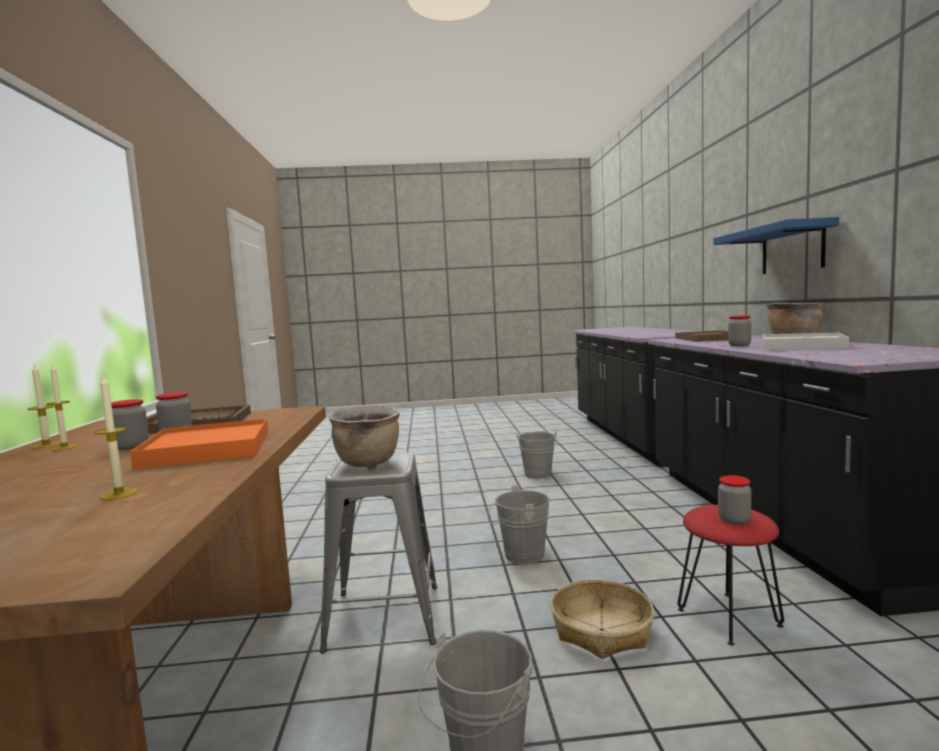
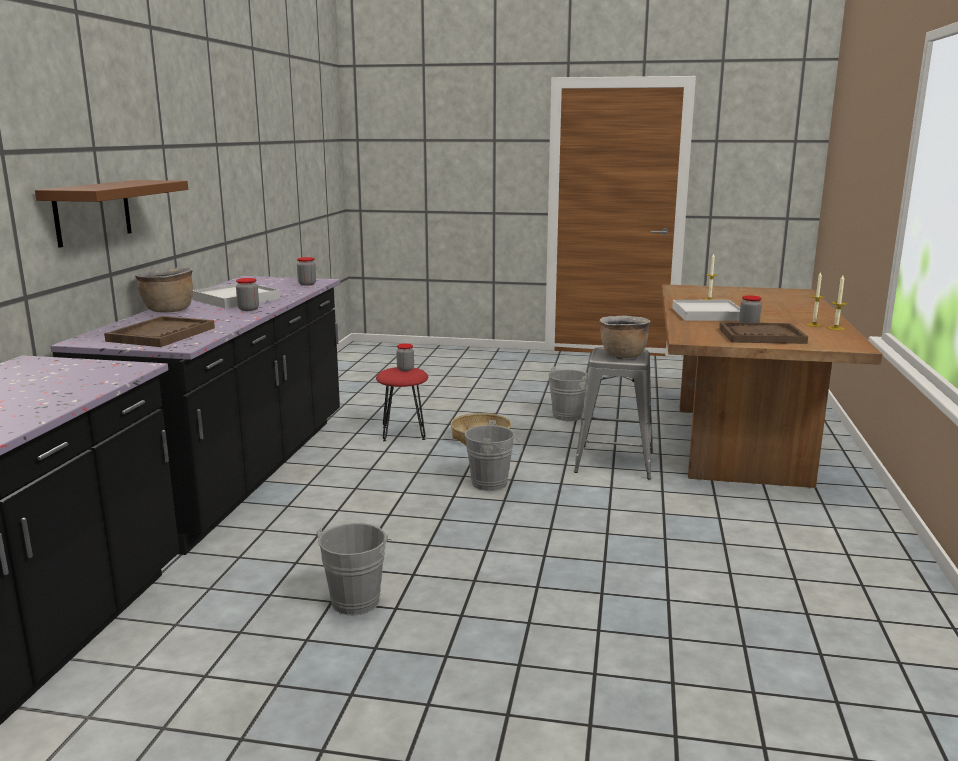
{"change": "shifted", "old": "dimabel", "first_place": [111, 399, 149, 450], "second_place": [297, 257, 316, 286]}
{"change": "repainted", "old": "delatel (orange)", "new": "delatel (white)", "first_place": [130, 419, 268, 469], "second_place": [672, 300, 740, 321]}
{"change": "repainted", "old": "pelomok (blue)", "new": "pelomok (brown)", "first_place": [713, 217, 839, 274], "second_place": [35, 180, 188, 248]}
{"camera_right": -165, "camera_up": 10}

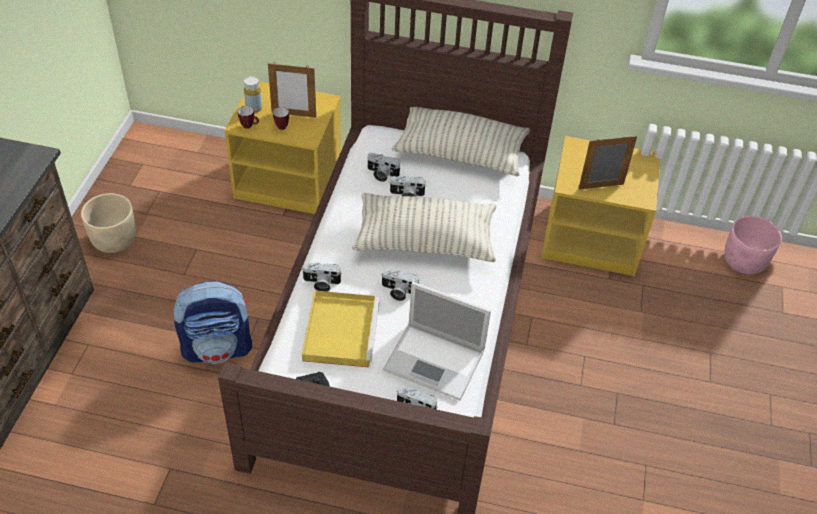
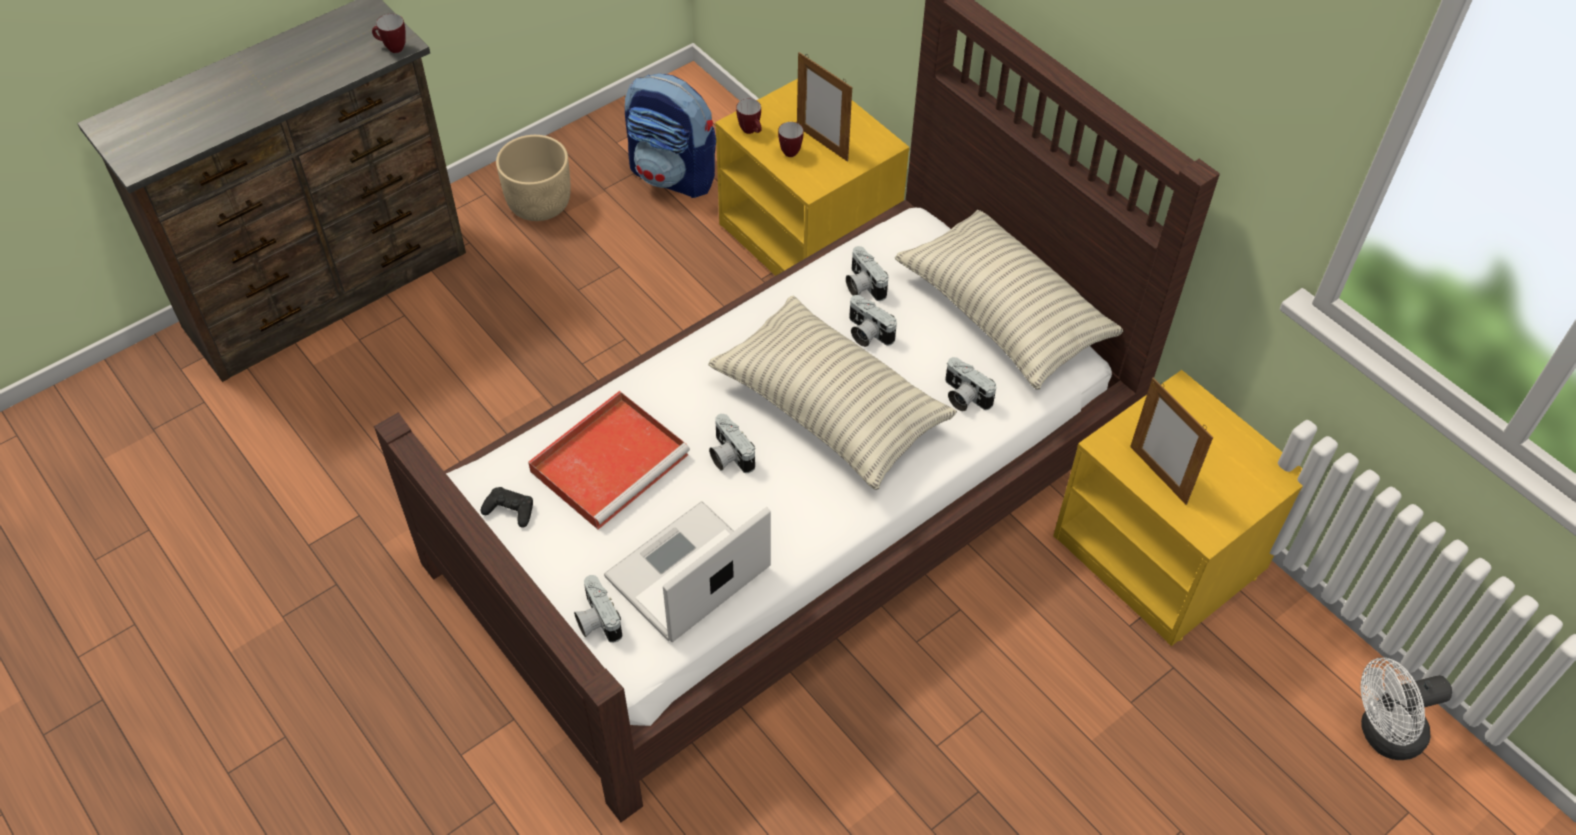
{"change": "gone", "old": "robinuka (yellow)", "first_place": [244, 76, 262, 113]}
{"change": "new", "new": "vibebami", "second_place": [372, 14, 406, 53]}
{"change": "shifted", "old": "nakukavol", "first_place": [173, 281, 252, 364], "second_place": [625, 73, 716, 198]}
{"change": "shifted", "old": "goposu", "first_place": [301, 263, 341, 292], "second_place": [945, 357, 996, 411]}
{"change": "swapped", "old": "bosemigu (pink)", "new": "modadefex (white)", "first_place": [724, 216, 782, 274], "second_place": [1361, 658, 1452, 760]}
{"change": "repainted", "old": "delatel (yellow)", "new": "delatel (red)", "first_place": [302, 290, 380, 367], "second_place": [528, 391, 690, 530]}
{"change": "rotated", "old": "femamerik", "first_place": [383, 282, 491, 400], "second_place": [604, 501, 771, 642], "degrees": 75}
{"change": "rotated", "old": "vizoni", "first_place": [578, 135, 637, 189], "second_place": [1130, 377, 1213, 505], "degrees": -150}
{"camera_right": 40, "camera_up": 5}

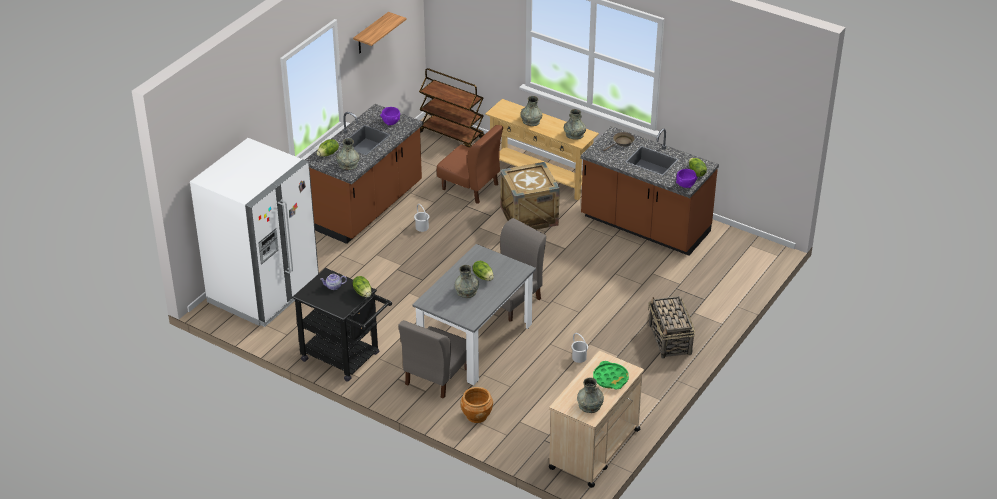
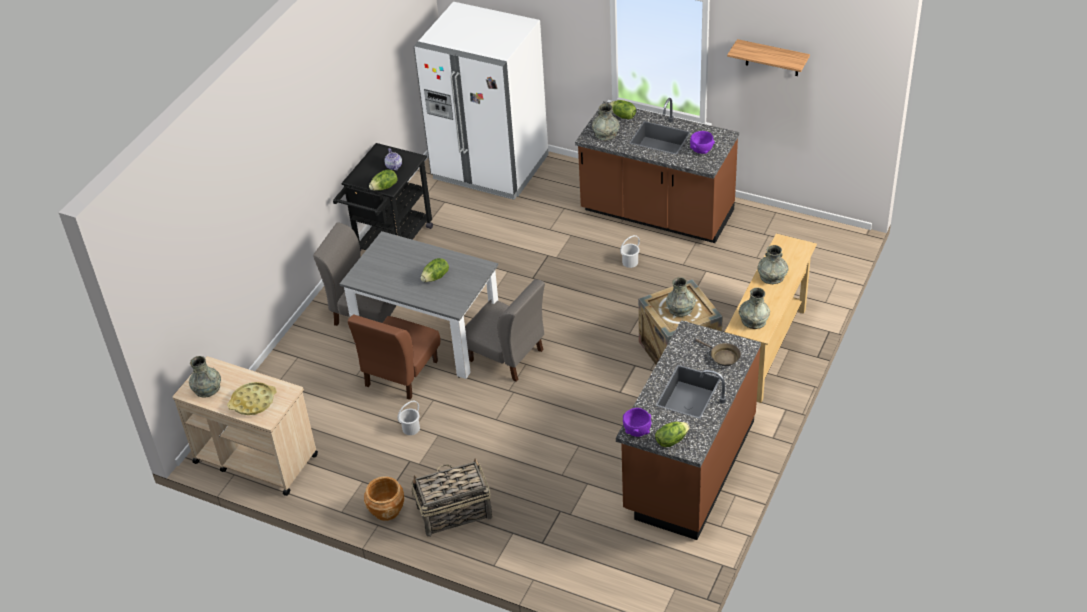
{"change": "gone", "old": "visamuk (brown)", "first_place": [419, 68, 485, 148]}
{"change": "shifted", "old": "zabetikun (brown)", "first_place": [437, 125, 503, 204], "second_place": [348, 314, 440, 400]}
{"change": "shifted", "old": "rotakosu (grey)", "first_place": [455, 265, 479, 298], "second_place": [666, 277, 696, 317]}
{"change": "shifted", "old": "bosemigu (brown)", "first_place": [460, 387, 493, 423], "second_place": [364, 476, 405, 521]}
{"change": "repainted", "old": "delatel (green)", "new": "delatel (yellow)", "first_place": [593, 361, 629, 389], "second_place": [227, 382, 277, 415]}
{"camera_right": 85, "camera_up": 5}

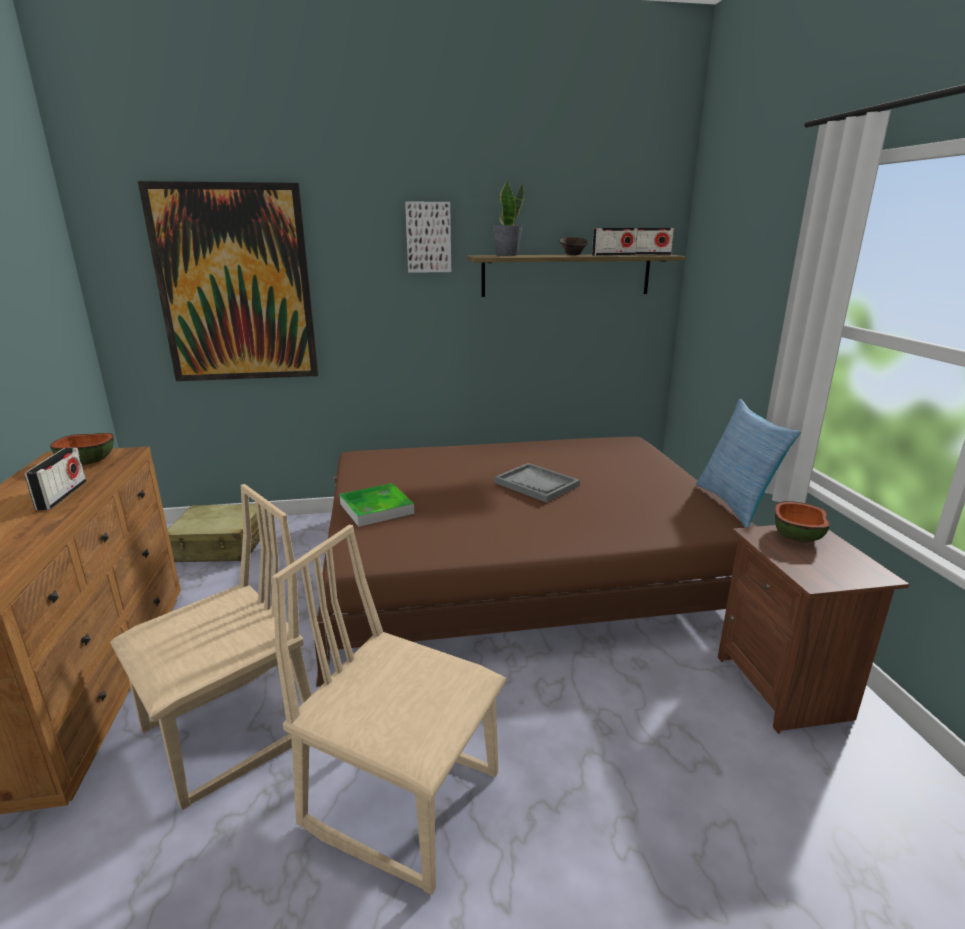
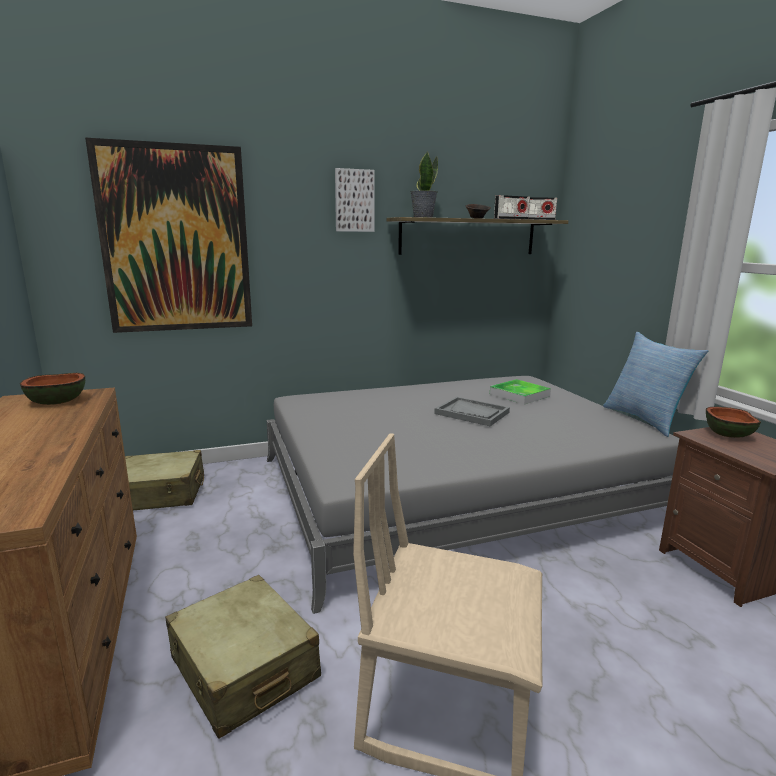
{"change": "gone", "old": "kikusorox", "first_place": [25, 447, 86, 510]}
{"change": "shifted", "old": "delatel", "first_place": [339, 483, 414, 527], "second_place": [490, 379, 551, 405]}
{"change": "swapped", "old": "zabetikun (beige)", "new": "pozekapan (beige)", "first_place": [110, 484, 312, 810], "second_place": [166, 575, 321, 739]}
{"change": "repainted", "old": "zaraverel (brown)", "new": "zaraverel (grey)", "first_place": [313, 437, 757, 687], "second_place": [267, 376, 679, 614]}
{"camera_right": -10, "camera_up": -5}

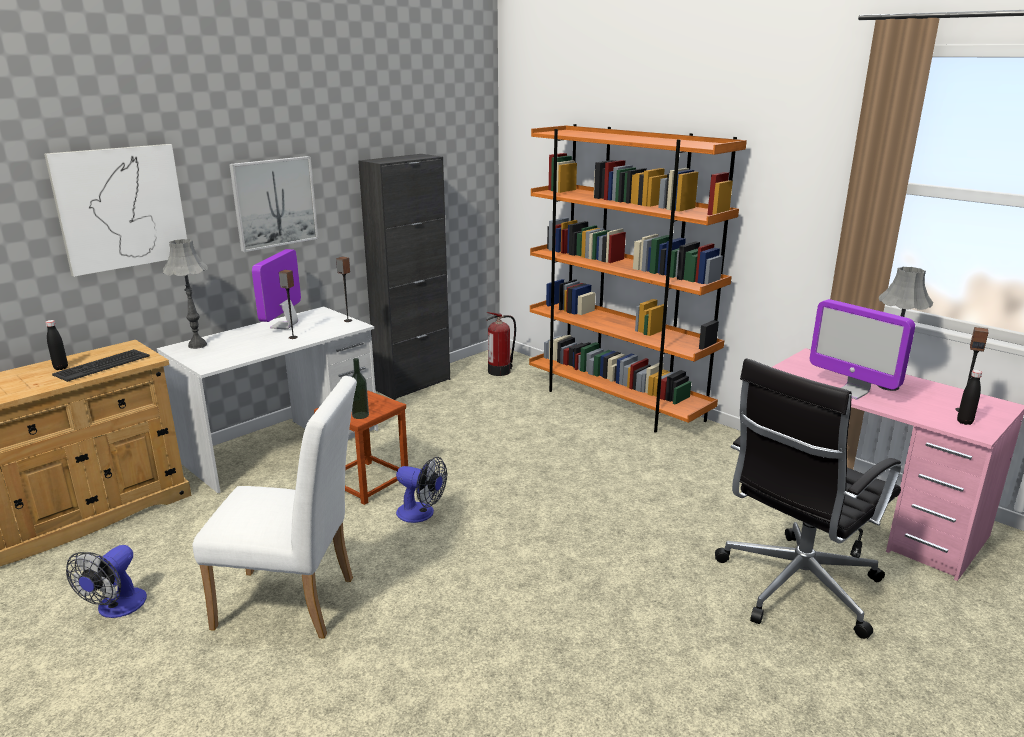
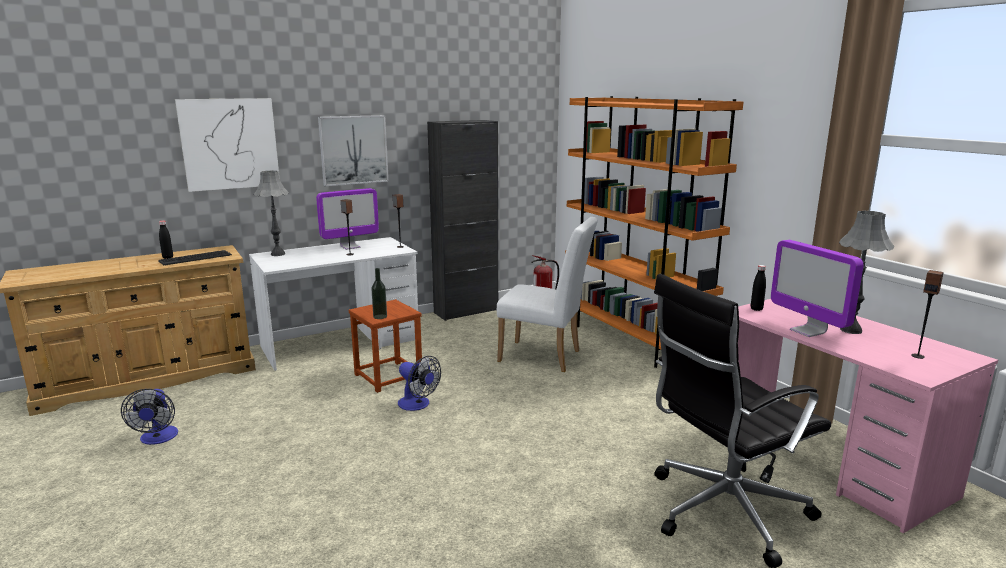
{"change": "shifted", "old": "zabetikun (white)", "first_place": [192, 376, 357, 639], "second_place": [497, 217, 598, 372]}
{"change": "shifted", "old": "robinuka (black)", "first_place": [957, 370, 982, 425], "second_place": [751, 265, 766, 311]}
{"change": "rotated", "old": "modadefex", "first_place": [66, 545, 147, 618], "second_place": [121, 389, 178, 445], "degrees": -45}
{"change": "rotated", "old": "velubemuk", "first_place": [252, 249, 301, 329], "second_place": [316, 188, 379, 250], "degrees": -150}
{"camera_right": 15, "camera_up": -5}

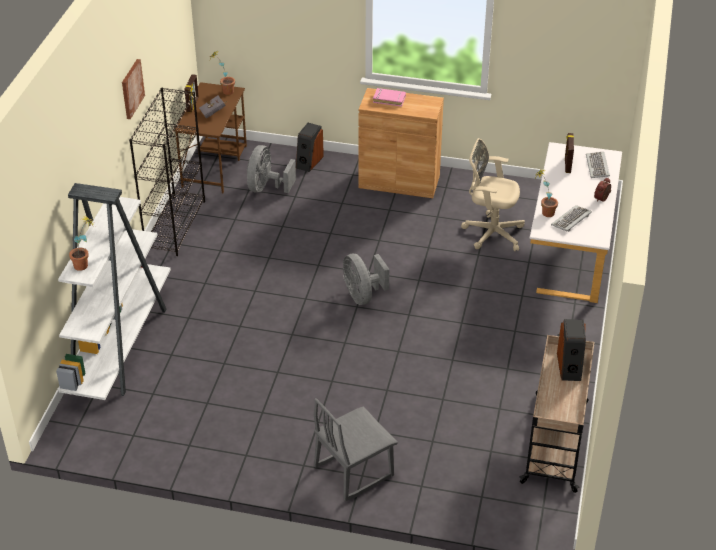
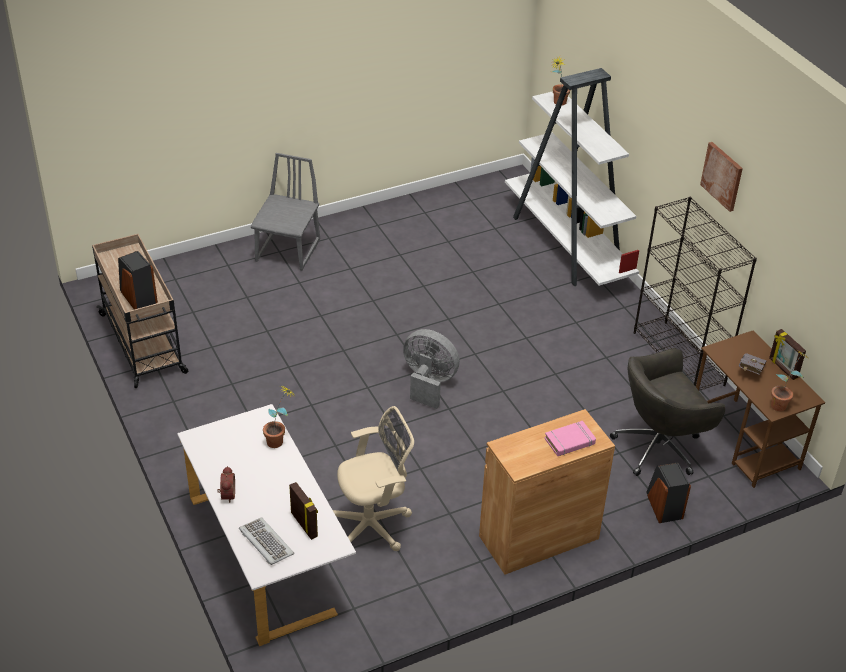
{"change": "gone", "old": "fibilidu", "first_place": [551, 205, 592, 232]}
{"change": "swapped", "old": "modadefex (grey)", "new": "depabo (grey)", "first_place": [247, 145, 296, 193], "second_place": [610, 348, 725, 476]}
{"camera_right": 140, "camera_up": 0}

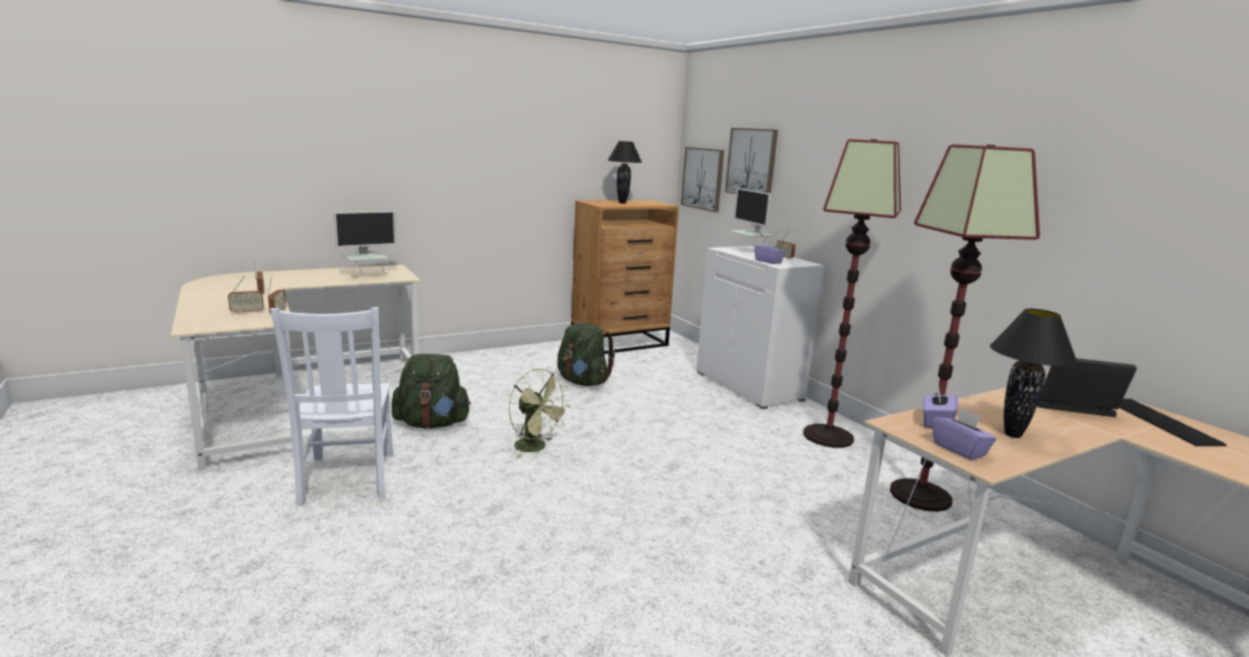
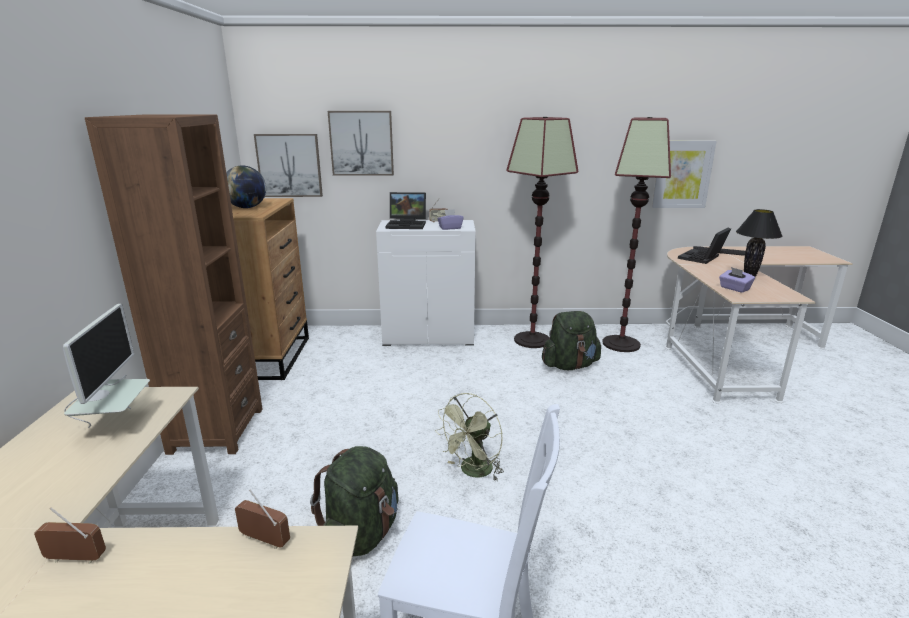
{"change": "gone", "old": "kikusorox", "first_place": [228, 276, 264, 314]}
{"change": "gone", "old": "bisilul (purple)", "first_place": [932, 408, 997, 460]}
{"change": "new", "new": "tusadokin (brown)", "second_place": [85, 115, 262, 455]}
{"change": "new", "new": "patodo", "second_place": [652, 141, 717, 208]}
{"change": "shifted", "old": "nakukavol (green)", "first_place": [557, 322, 615, 386], "second_place": [542, 311, 601, 370]}
{"change": "swapped", "old": "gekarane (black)", "new": "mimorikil", "first_place": [607, 141, 642, 203], "second_place": [226, 166, 266, 208]}
{"change": "swapped", "old": "velubemuk", "new": "femamerik", "first_place": [730, 188, 771, 245], "second_place": [386, 192, 426, 229]}
{"change": "rotated", "old": "modadefex (green)", "first_place": [509, 369, 571, 458], "second_place": [435, 393, 504, 480], "degrees": 150}
{"camera_right": -60, "camera_up": 5}

